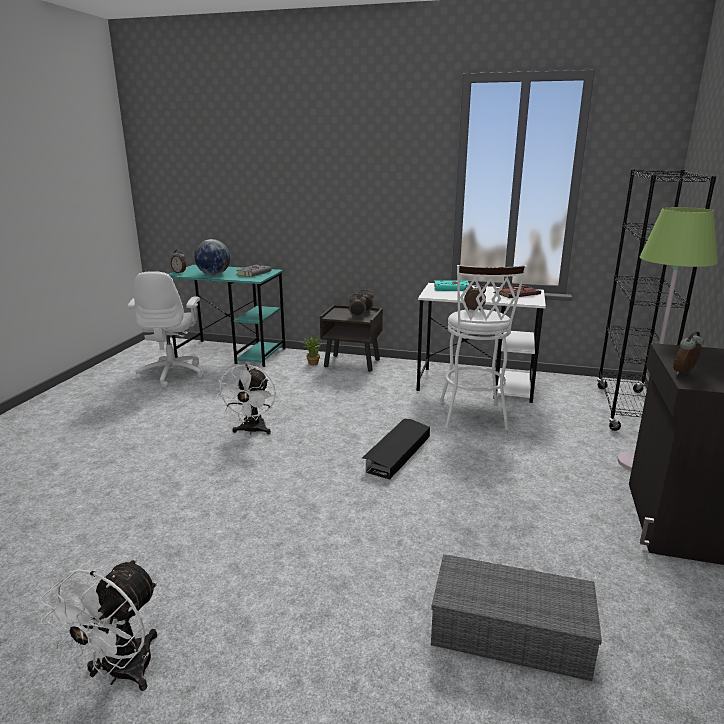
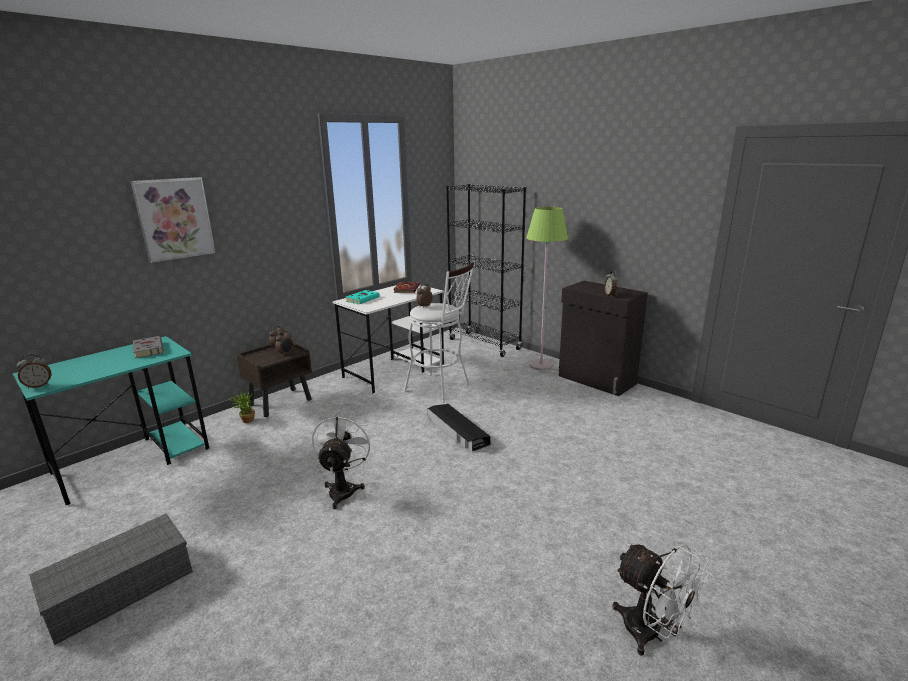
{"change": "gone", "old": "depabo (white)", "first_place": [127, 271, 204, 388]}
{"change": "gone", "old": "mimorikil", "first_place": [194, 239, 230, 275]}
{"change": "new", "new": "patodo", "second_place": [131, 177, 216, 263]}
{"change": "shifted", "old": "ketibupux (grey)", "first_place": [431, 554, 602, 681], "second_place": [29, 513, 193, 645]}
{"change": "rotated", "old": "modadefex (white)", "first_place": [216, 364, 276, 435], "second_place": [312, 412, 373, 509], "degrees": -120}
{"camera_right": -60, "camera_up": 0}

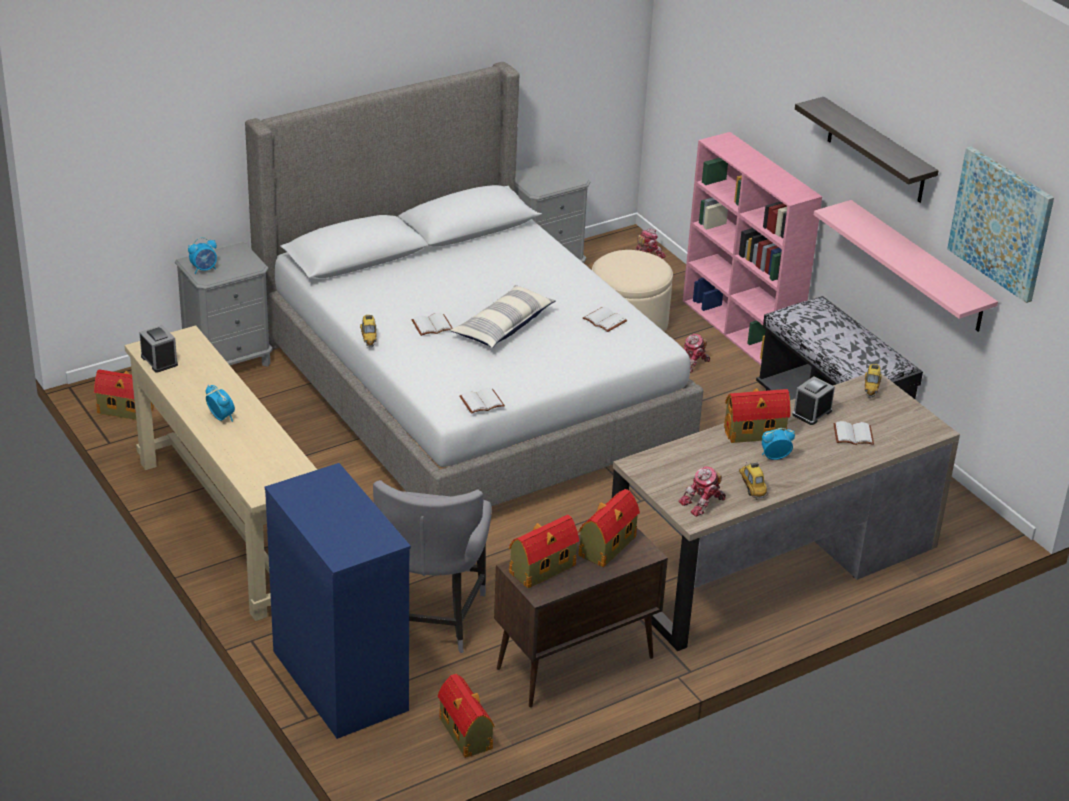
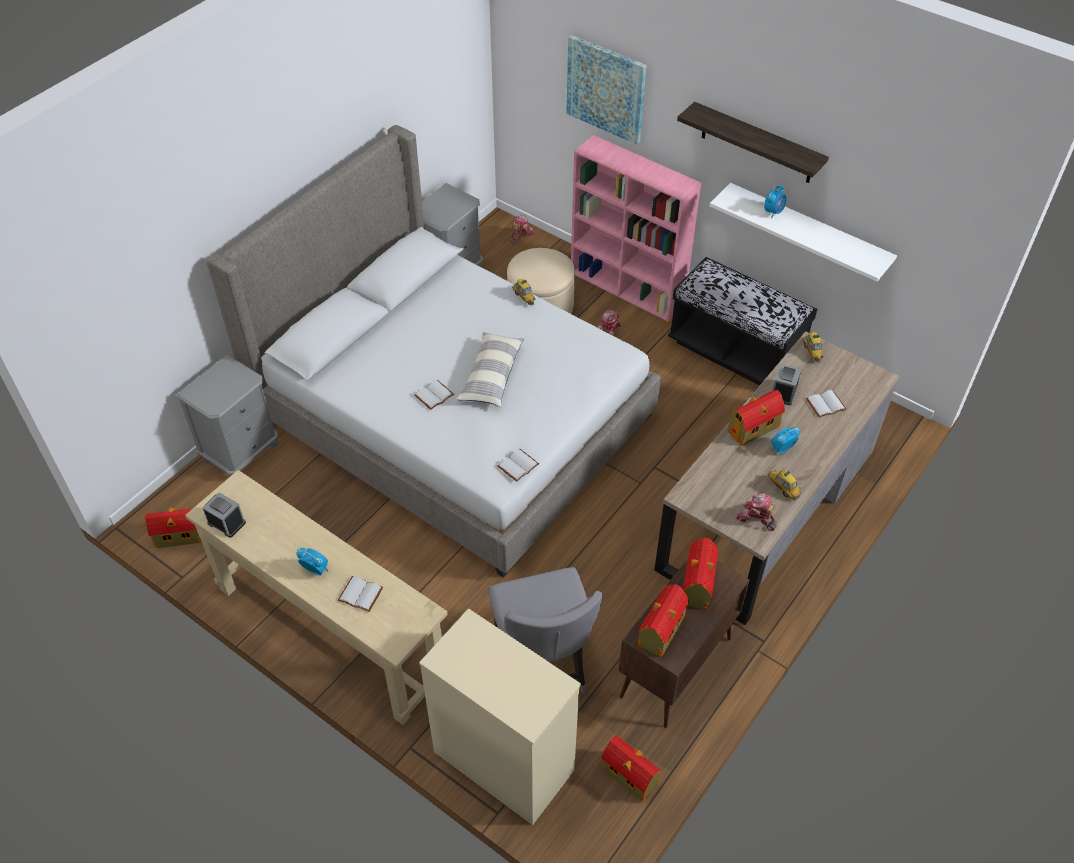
{"change": "shifted", "old": "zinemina", "first_place": [188, 237, 217, 274], "second_place": [764, 185, 787, 218]}
{"change": "shifted", "old": "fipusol", "first_place": [360, 315, 377, 347], "second_place": [512, 279, 535, 306]}
{"change": "shifted", "old": "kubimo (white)", "first_place": [583, 307, 627, 332], "second_place": [338, 576, 383, 612]}
{"change": "shifted", "old": "patodo", "first_place": [947, 146, 1054, 303], "second_place": [566, 35, 647, 145]}
{"change": "repainted", "old": "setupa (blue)", "new": "setupa (beige)", "first_place": [265, 463, 411, 739], "second_place": [419, 608, 581, 825]}
{"change": "repainted", "old": "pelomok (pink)", "new": "pelomok (white)", "first_place": [814, 200, 998, 332], "second_place": [709, 183, 897, 281]}
{"change": "rotated", "old": "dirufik", "first_place": [678, 466, 726, 517], "second_place": [736, 493, 777, 531], "degrees": 90}
{"camera_right": -20, "camera_up": 15}

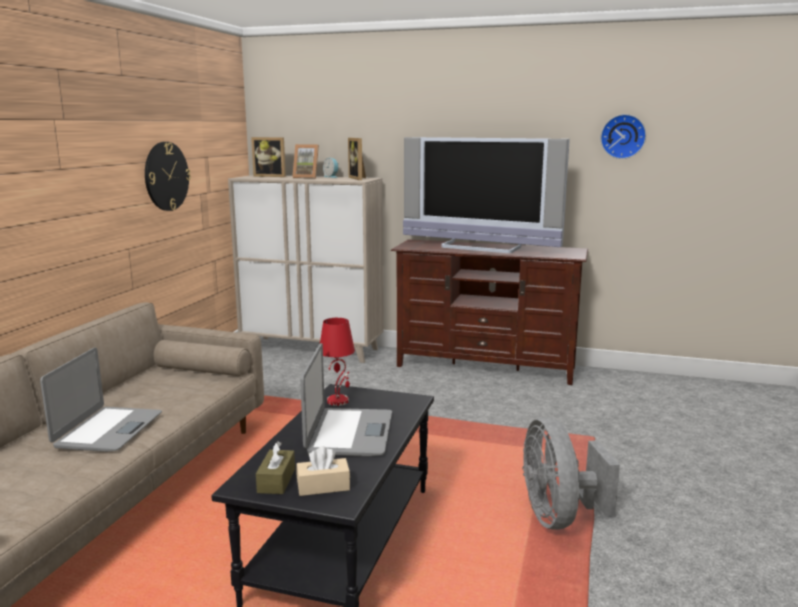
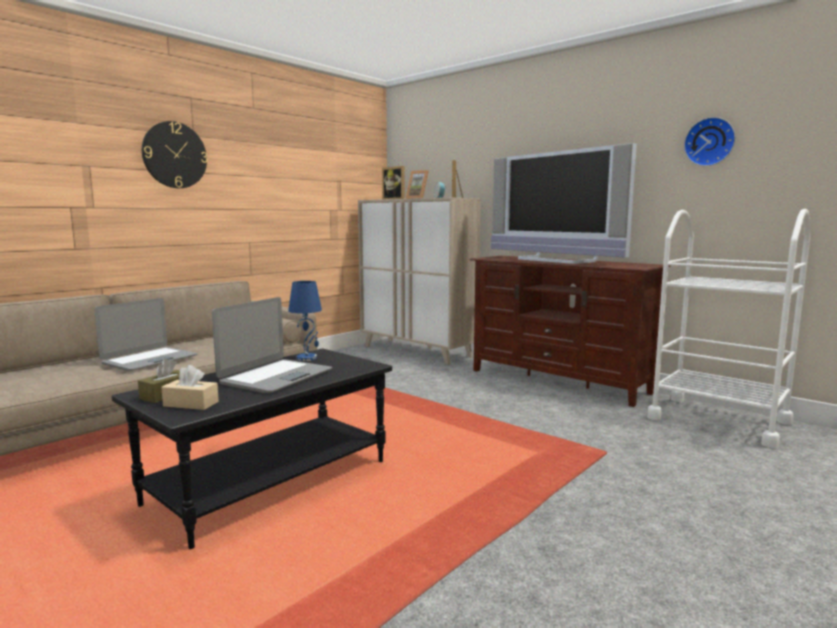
{"change": "gone", "old": "modadefex (grey)", "first_place": [522, 417, 620, 530]}
{"change": "new", "new": "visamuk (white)", "second_place": [647, 209, 810, 448]}
{"change": "shifted", "old": "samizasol", "first_place": [145, 142, 191, 211], "second_place": [142, 121, 208, 188]}
{"change": "repainted", "old": "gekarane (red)", "new": "gekarane (blue)", "first_place": [320, 318, 355, 406], "second_place": [288, 281, 322, 361]}
{"camera_right": 25, "camera_up": -5}

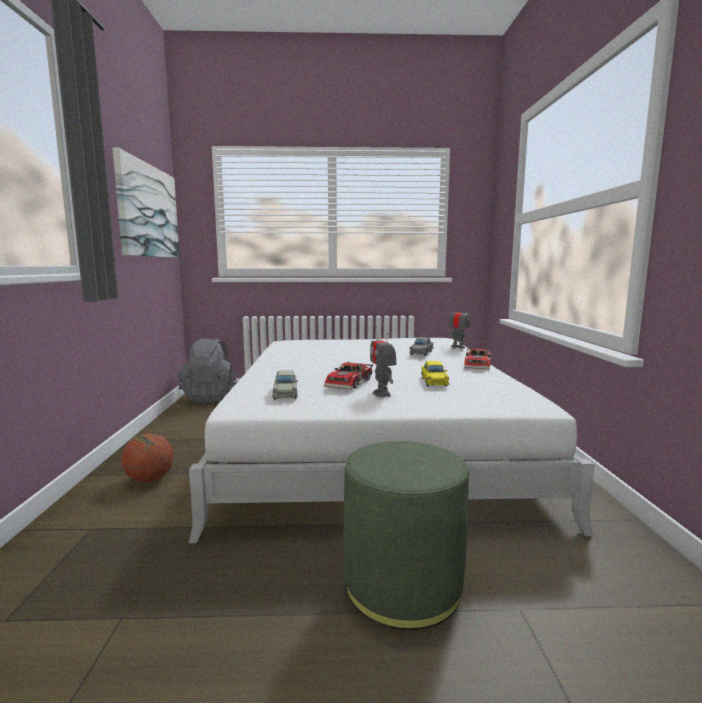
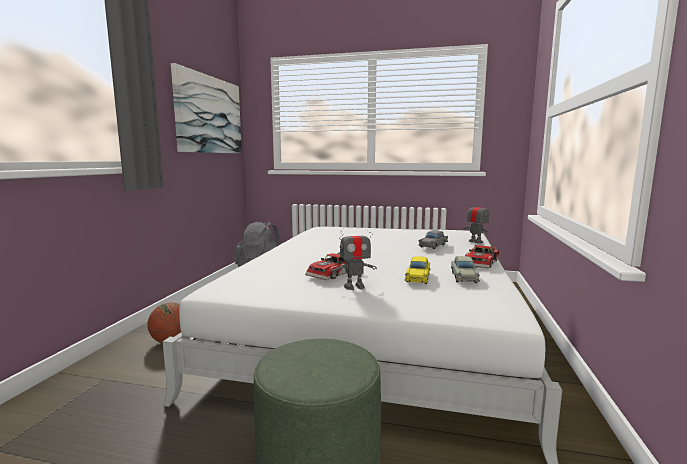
{"change": "shifted", "old": "fipusol (beige)", "first_place": [272, 370, 298, 399], "second_place": [451, 256, 480, 283]}
{"change": "rotated", "old": "dirufik", "first_place": [370, 327, 396, 397], "second_place": [332, 225, 377, 290], "degrees": -105}
{"camera_right": 15, "camera_up": 0}

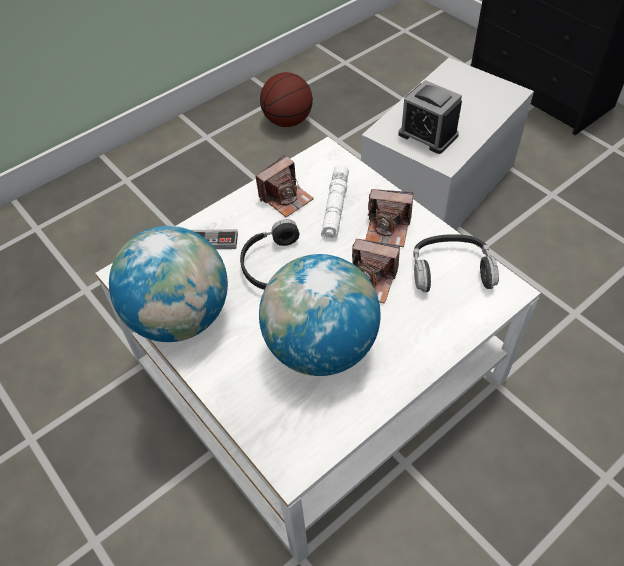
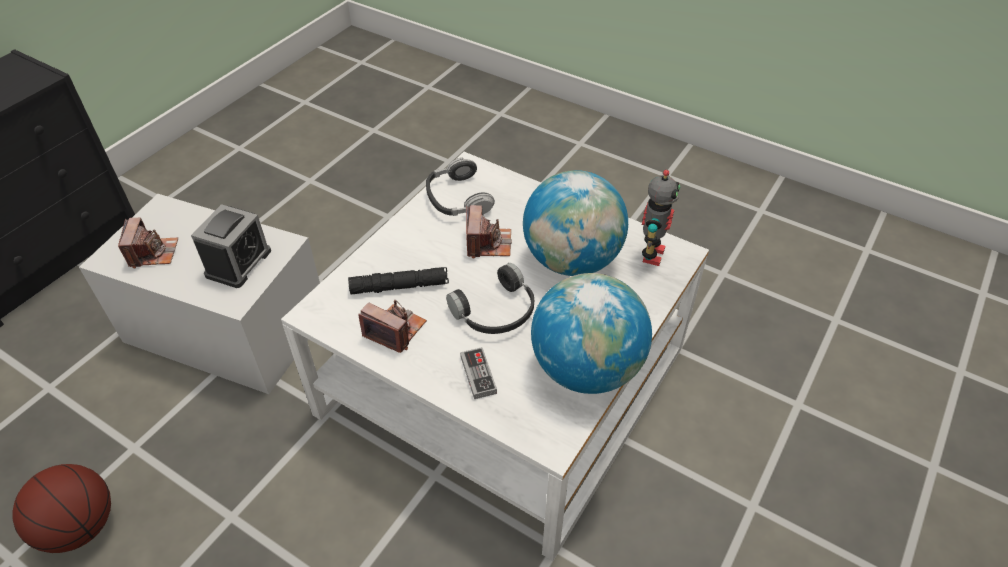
{"change": "new", "new": "dirufik", "second_place": [642, 170, 680, 266]}
{"change": "shifted", "old": "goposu", "first_place": [365, 189, 413, 247], "second_place": [118, 218, 178, 269]}
{"change": "repainted", "old": "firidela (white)", "new": "firidela (black)", "first_place": [321, 165, 349, 238], "second_place": [348, 267, 449, 294]}
{"camera_right": -110, "camera_up": -5}

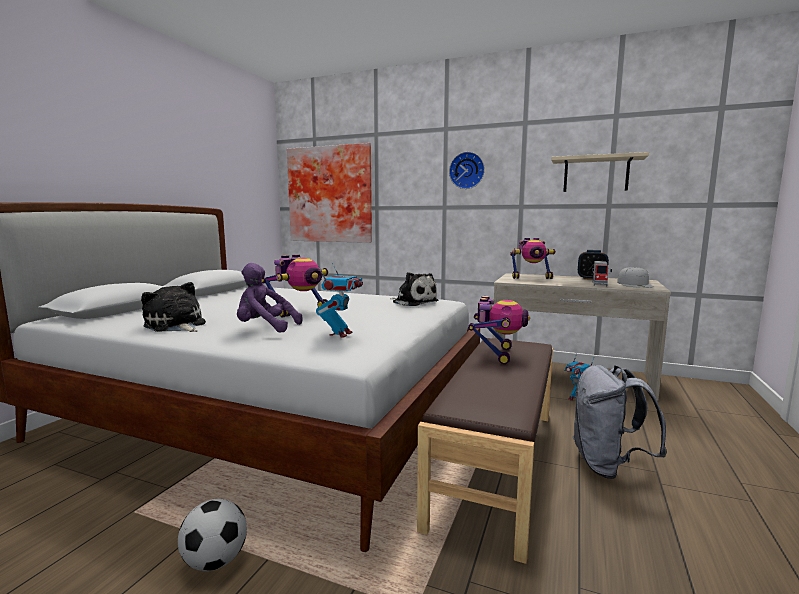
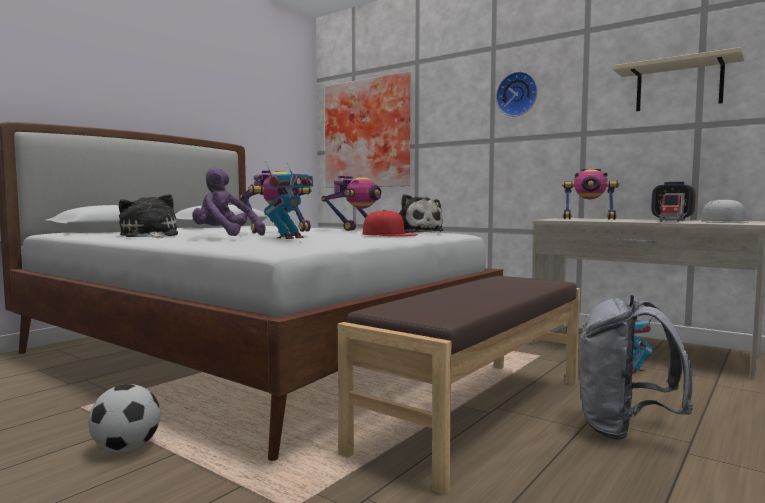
{"change": "new", "new": "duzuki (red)", "second_place": [363, 210, 418, 236]}
{"change": "shifted", "old": "dirufik", "first_place": [468, 296, 530, 365], "second_place": [321, 176, 381, 231]}
{"camera_right": 15, "camera_up": -5}

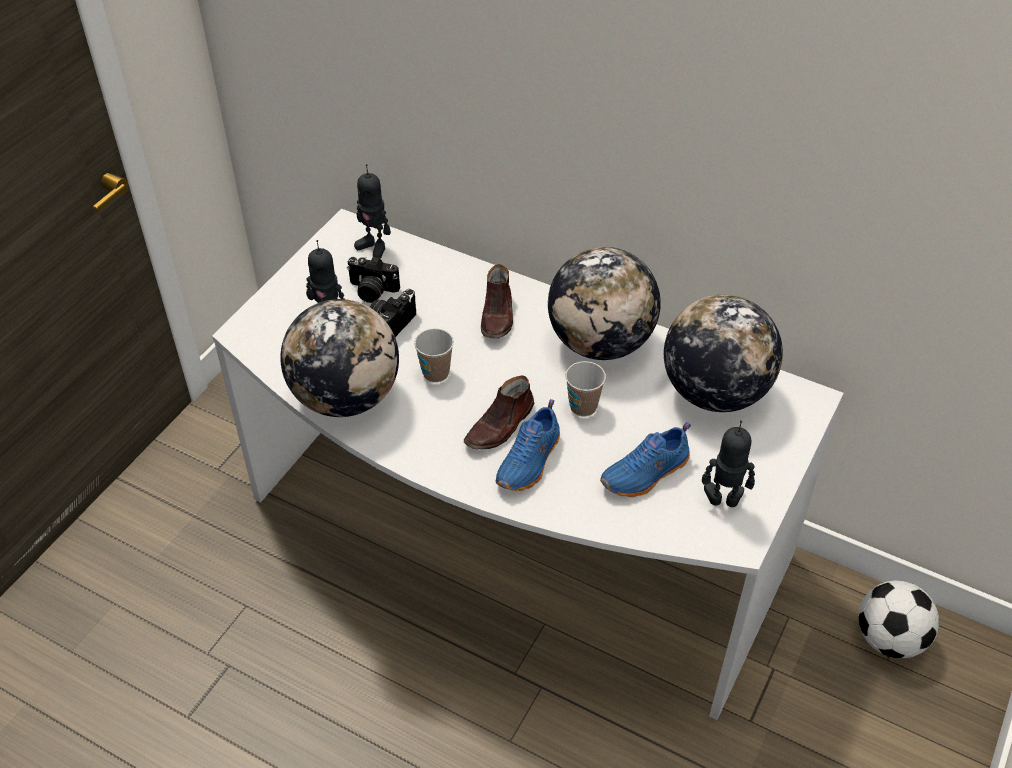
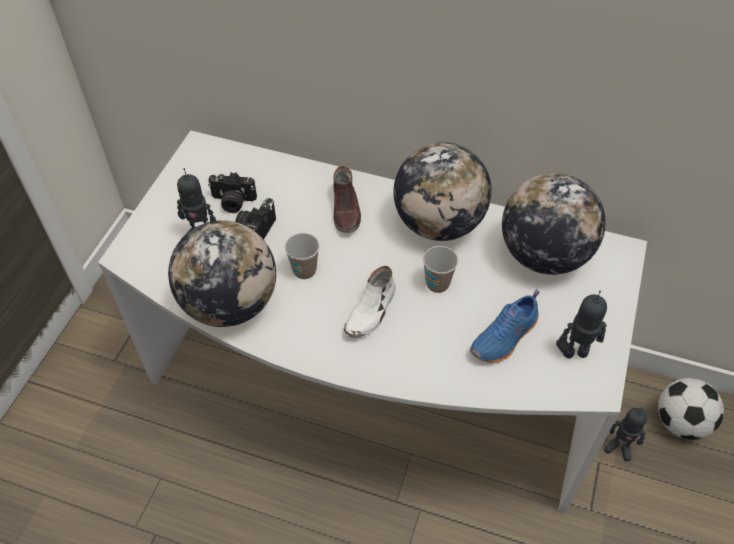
{"change": "gone", "old": "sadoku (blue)", "first_place": [496, 399, 560, 491]}
{"change": "shifted", "old": "dirufik", "first_place": [354, 164, 391, 258], "second_place": [604, 407, 647, 461]}
{"change": "repainted", "old": "sadoku (brown)", "new": "sadoku (white)", "first_place": [464, 375, 534, 449], "second_place": [343, 266, 396, 338]}
{"camera_right": -10, "camera_up": 5}

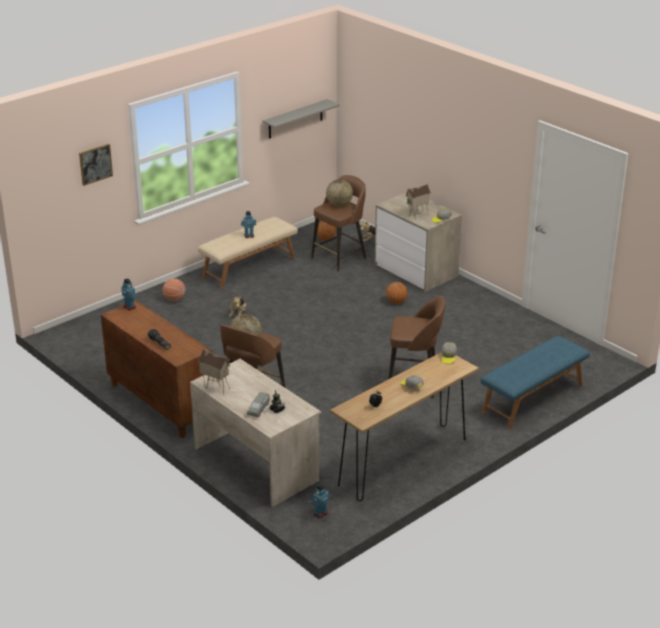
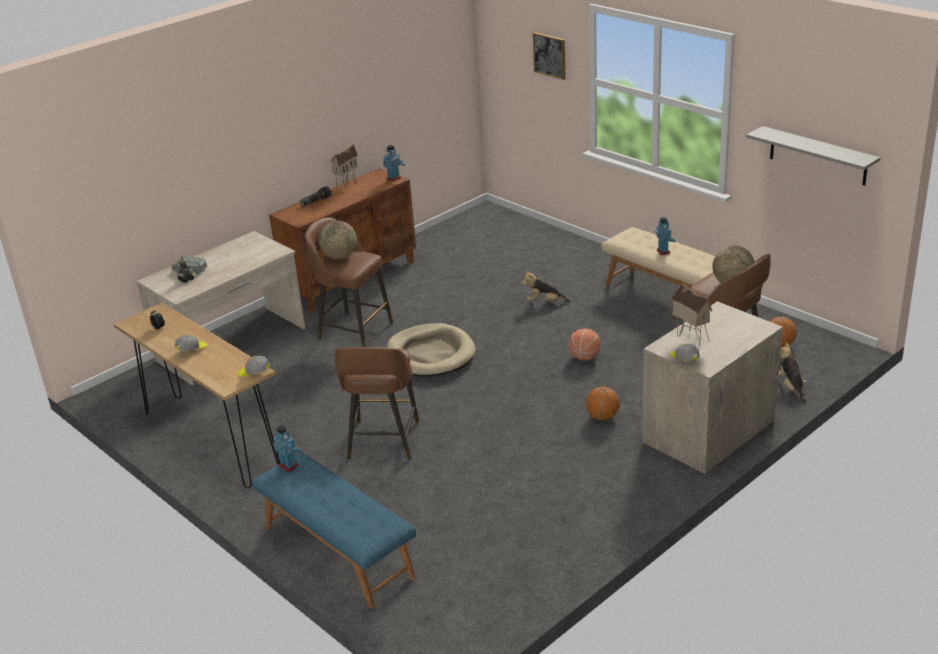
{"change": "new", "new": "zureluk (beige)", "second_place": [386, 323, 476, 377]}
{"change": "shifted", "old": "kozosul", "first_place": [162, 278, 185, 301], "second_place": [569, 329, 601, 361]}
{"change": "shifted", "old": "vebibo", "first_place": [197, 349, 230, 394], "second_place": [330, 144, 358, 193]}
{"change": "shifted", "old": "dirufik", "first_place": [308, 484, 329, 518], "second_place": [273, 425, 302, 472]}
{"camera_right": 90, "camera_up": 0}

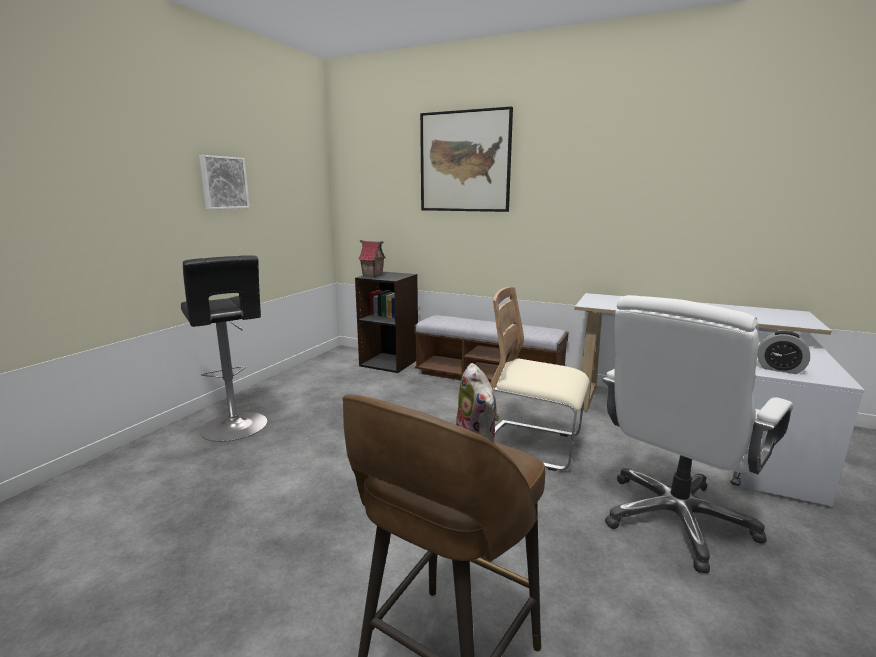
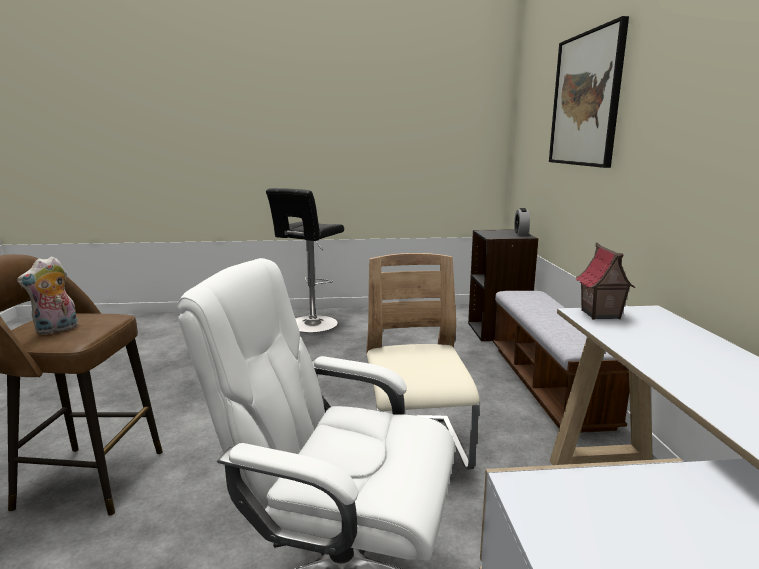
{"change": "gone", "old": "patodo", "first_place": [199, 155, 250, 210]}
{"change": "shifted", "old": "vebibo", "first_place": [358, 240, 386, 277], "second_place": [576, 242, 635, 320]}
{"change": "shifted", "old": "zinemina", "first_place": [758, 331, 810, 374], "second_place": [514, 208, 530, 236]}
{"camera_right": 60, "camera_up": 0}

